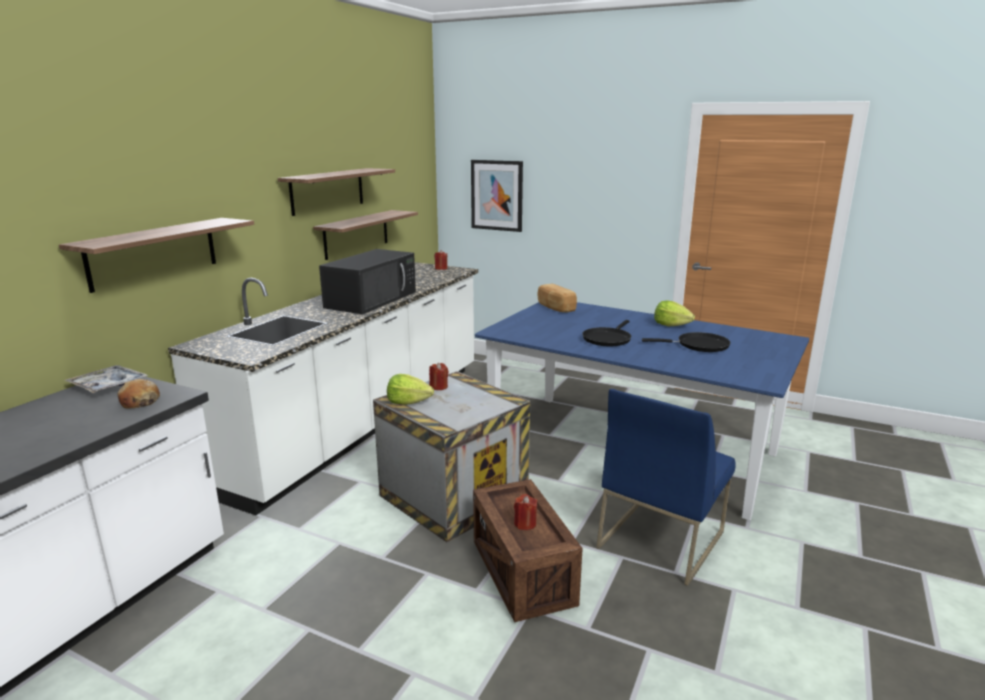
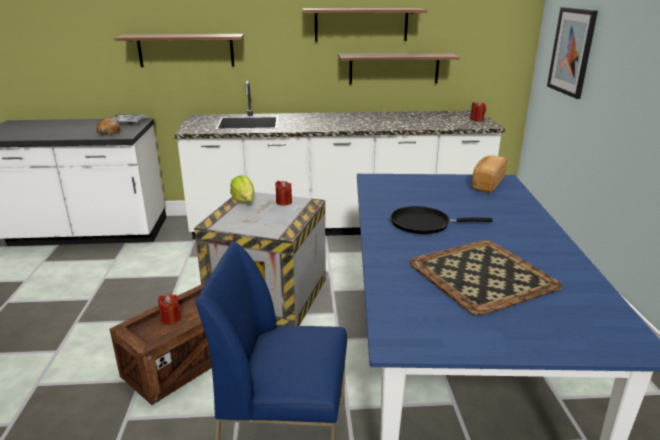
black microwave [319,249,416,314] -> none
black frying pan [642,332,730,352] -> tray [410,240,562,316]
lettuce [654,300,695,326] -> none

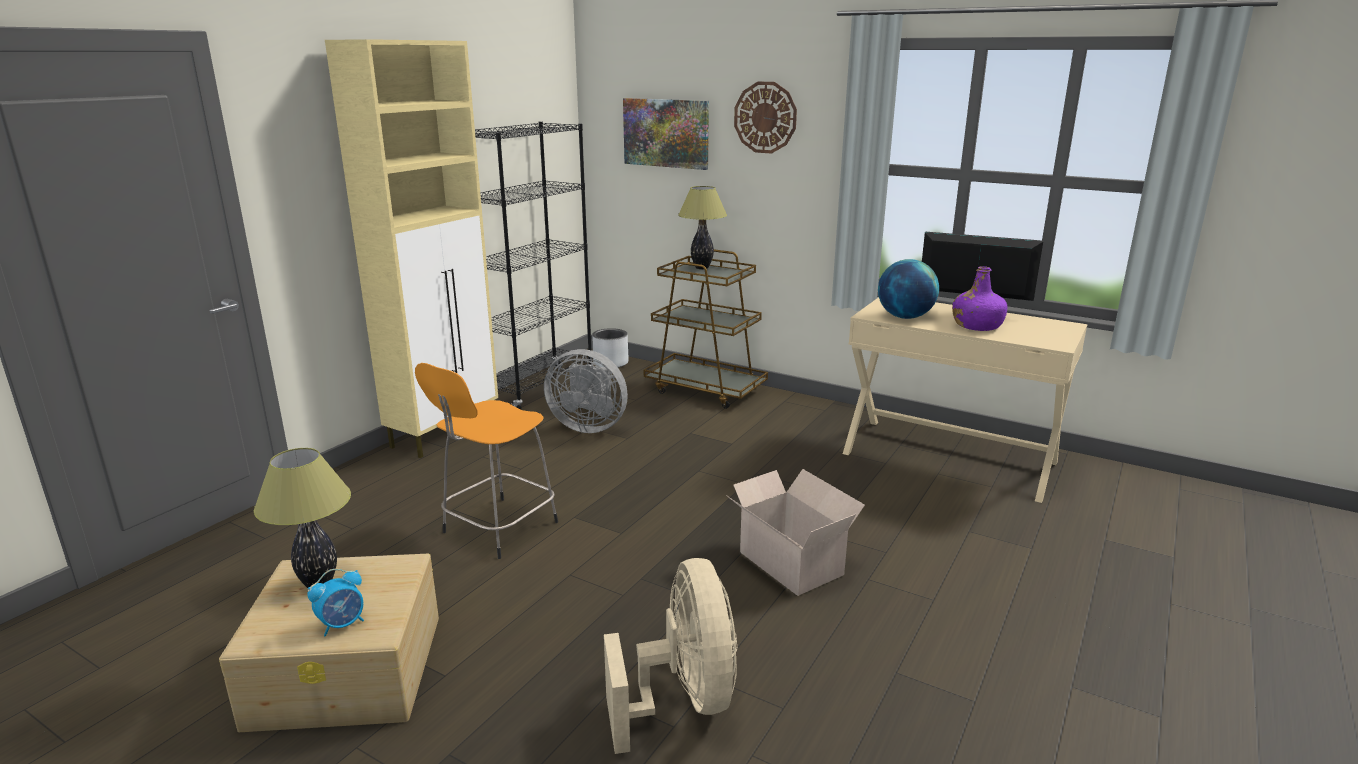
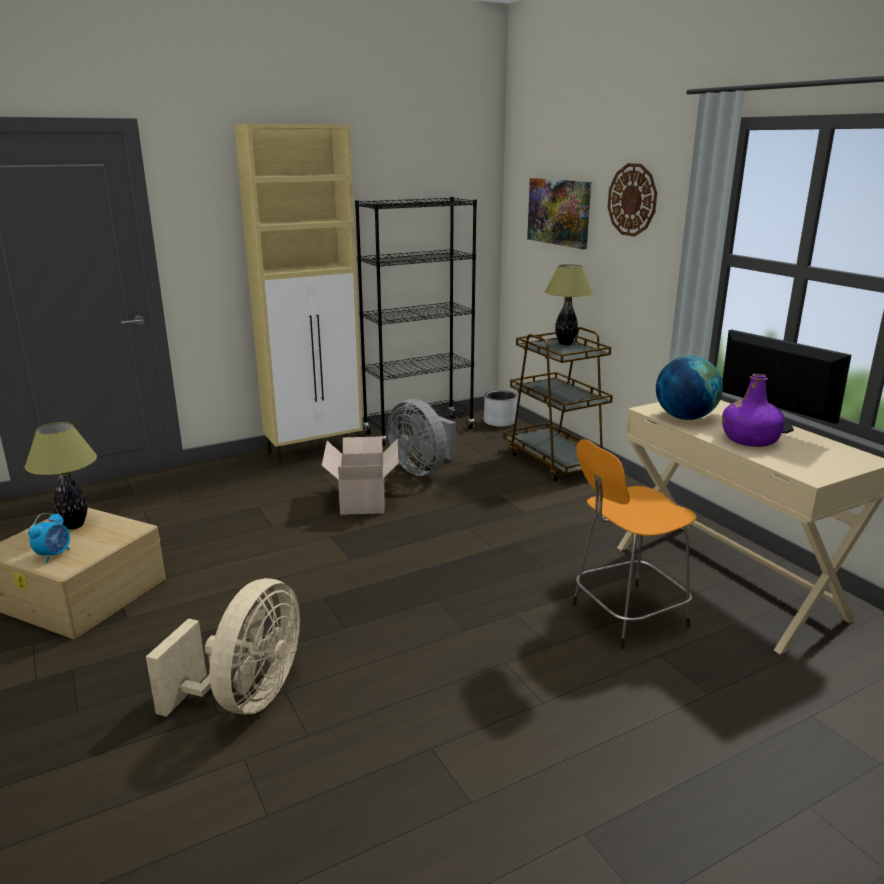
alarm clock [308,569,364,637] -> alarm clock [28,513,70,563], 60 degrees counterclockwise
orange stool [415,363,558,559] -> orange stool [572,439,697,649], move
cardboard box [726,469,865,596] -> cardboard box [322,436,398,515], move

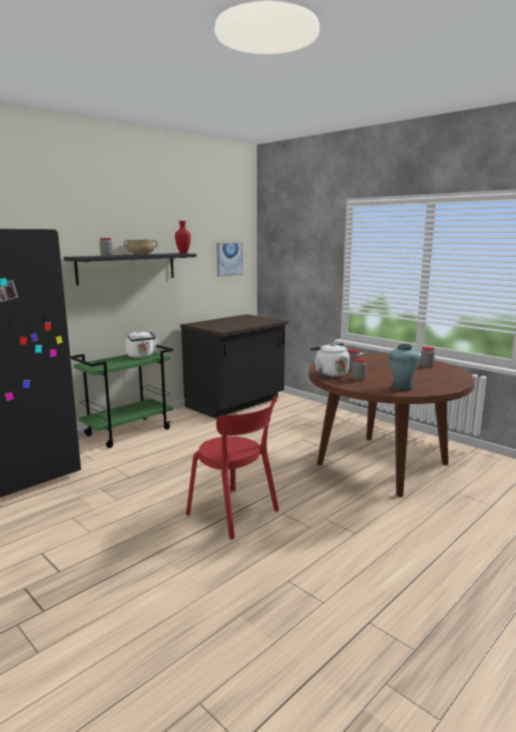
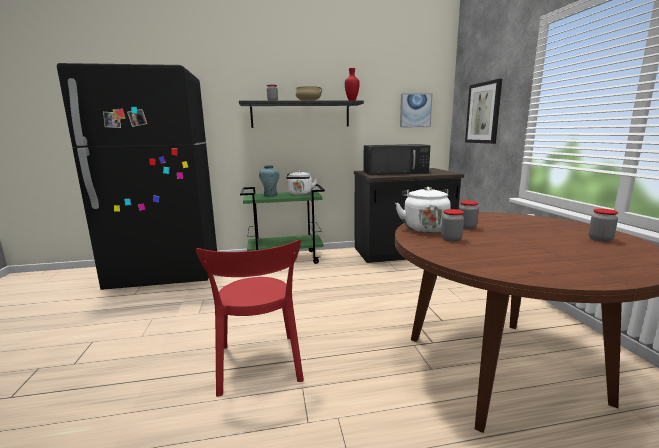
turquoise vase [389,344,420,391] -> turquoise vase [259,165,279,197], move
none -> black microwave [363,144,431,175]
none -> picture [465,79,502,144]

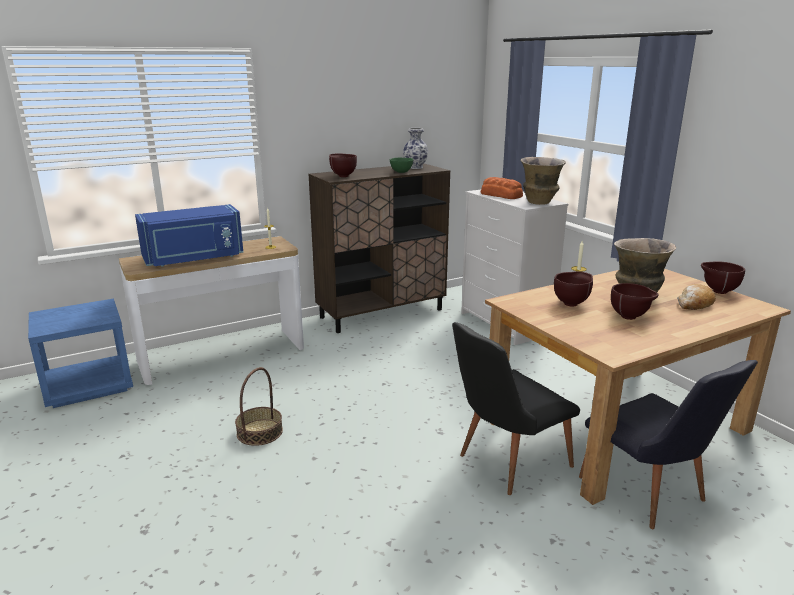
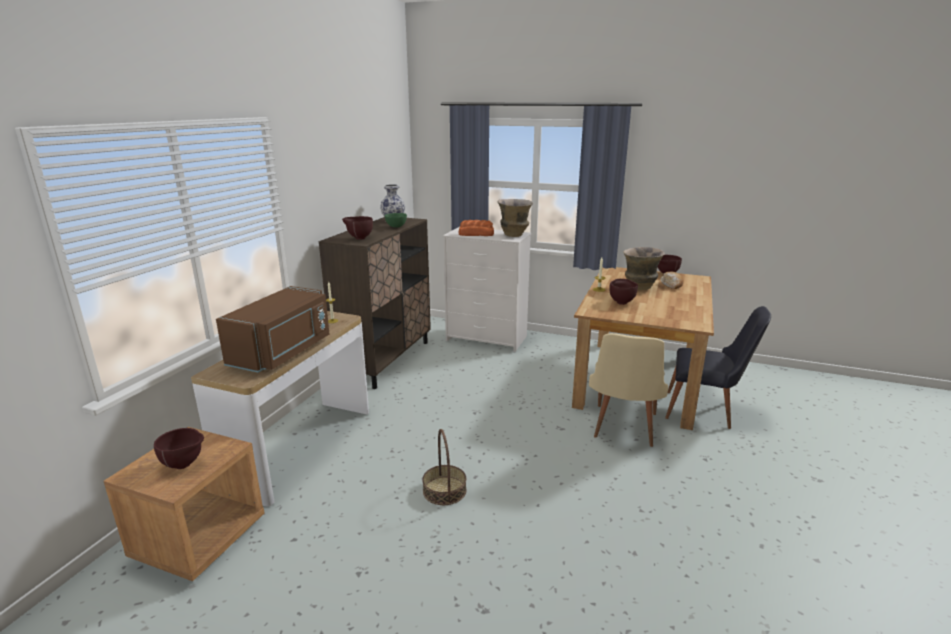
blue nightstand [28,298,133,408] -> brown nightstand [104,427,264,581]
blue microwave [135,204,243,267] -> brown microwave [216,286,330,373]
black chair [452,322,580,495] -> beige chair [589,333,668,447]
brown bowl [611,283,658,320] -> brown bowl [154,428,204,469], move

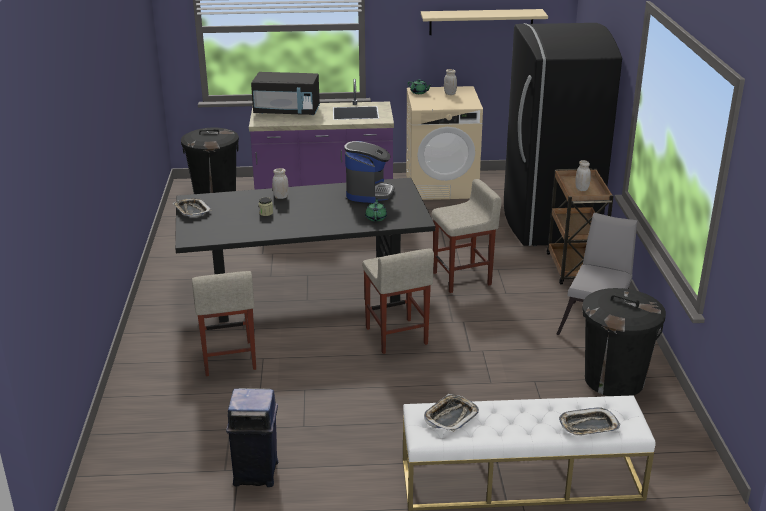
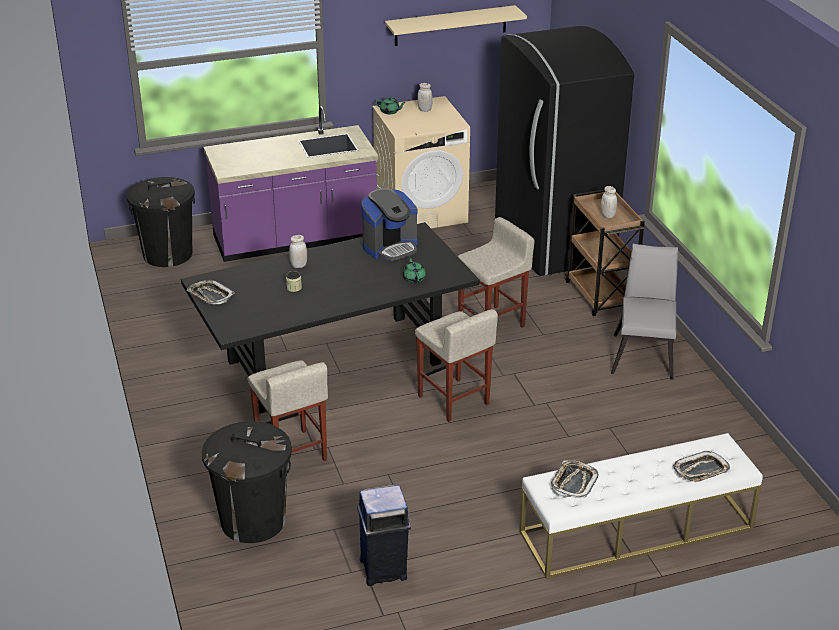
black microwave [251,72,320,115] -> none
coffee machine [344,141,394,203] -> coffee machine [361,188,418,261], 60 degrees clockwise
black trash can [582,288,666,396] -> black trash can [202,421,292,543], move

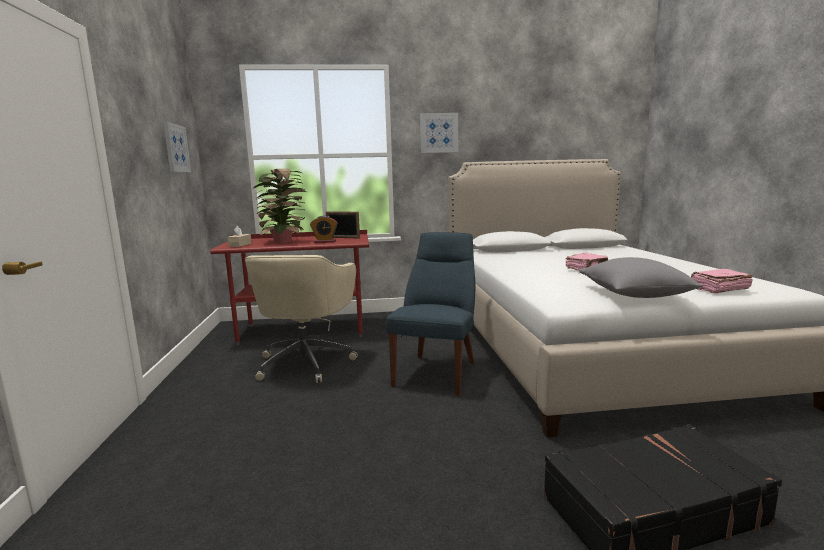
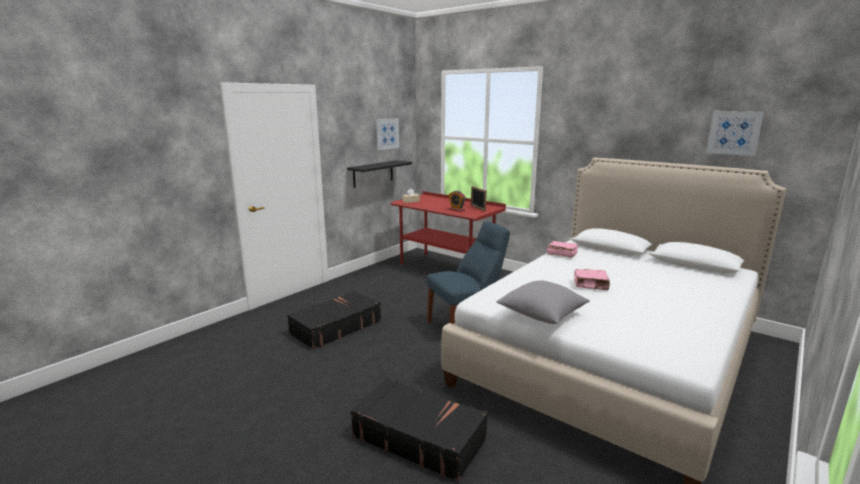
beige office chair [245,255,358,383] -> none
potted plant [254,169,307,243] -> none
picture [420,113,458,153] -> picture [706,111,764,156], move
pink book [691,269,753,294] -> pink book [547,241,578,257], move
none -> black suitcase [287,291,381,349]
none -> black shelf [347,160,412,188]

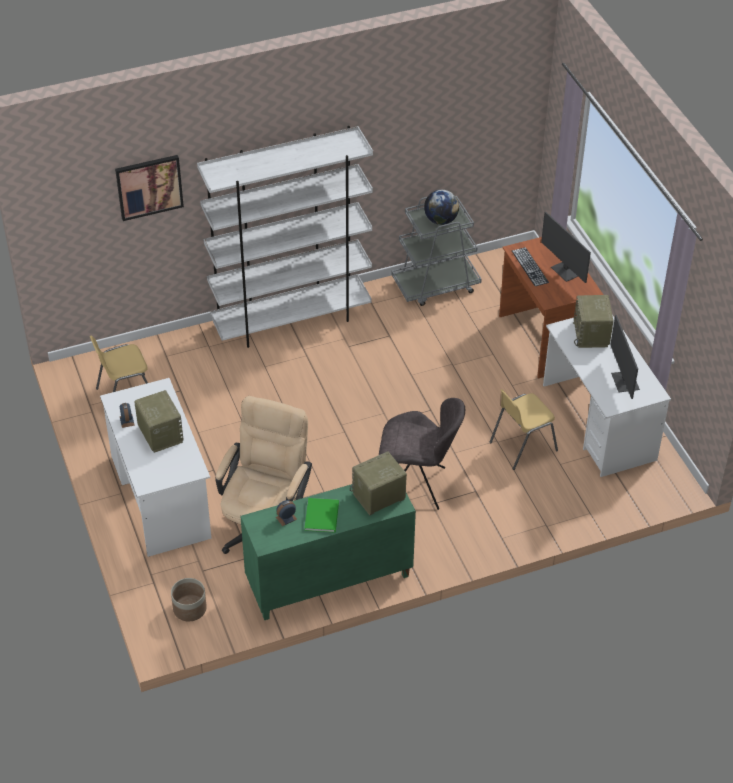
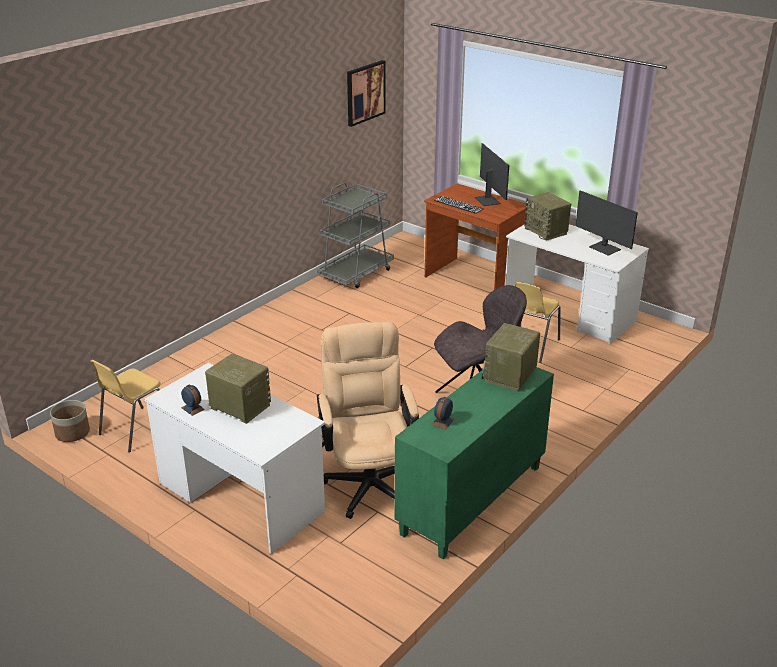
picture [115,155,184,221] -> picture [347,60,386,127], move
planter [171,578,207,621] -> planter [50,400,90,442], move
white bookcase [197,126,373,348] -> none
green book [305,498,339,533] -> none
globe [424,190,459,225] -> none
monitor [541,212,591,283] -> monitor [475,143,509,206], 135 degrees counterclockwise

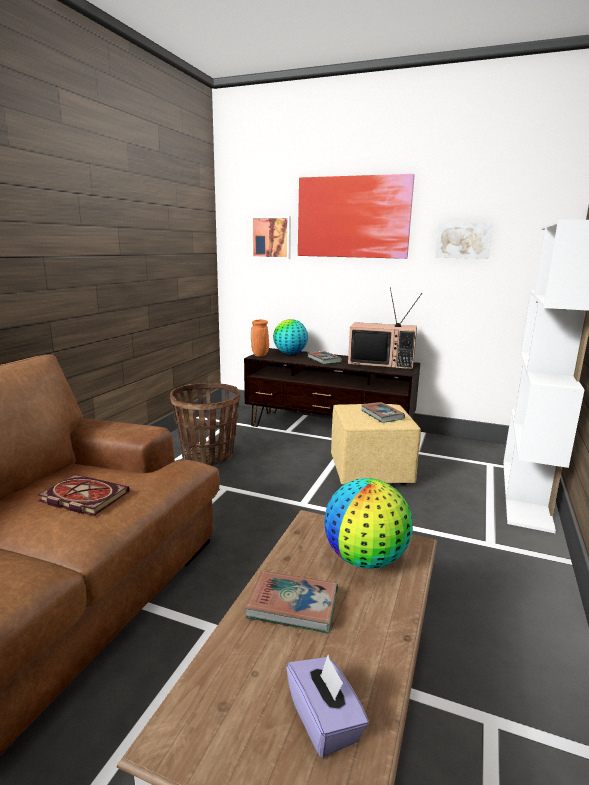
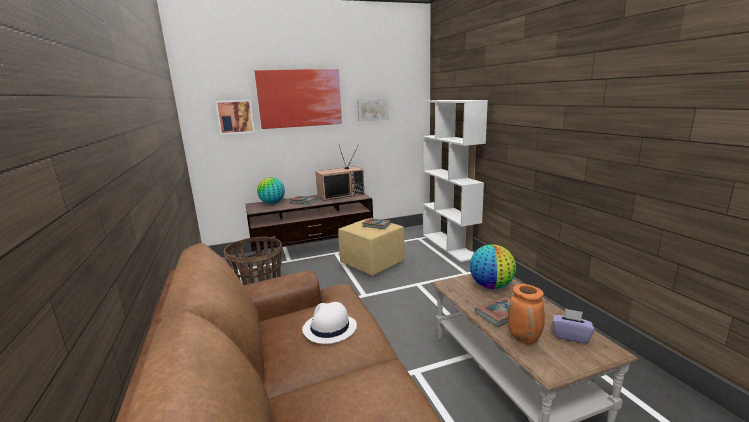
book [38,474,130,516] -> white hat [302,302,357,344]
orange vase [251,320,269,357] -> orange vase [508,284,545,344], move

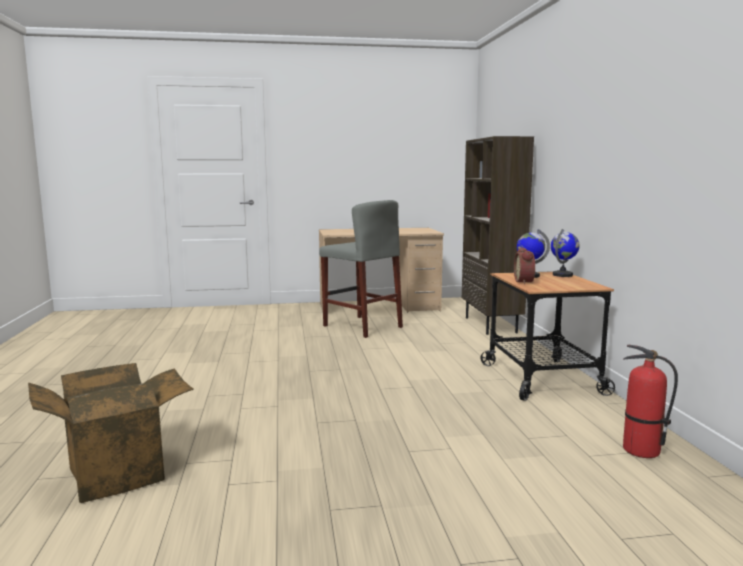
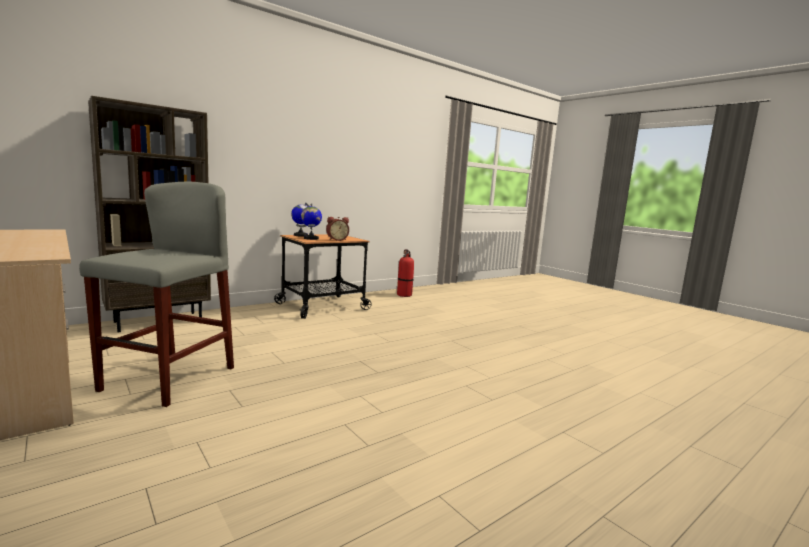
cardboard box [28,363,194,503] -> none

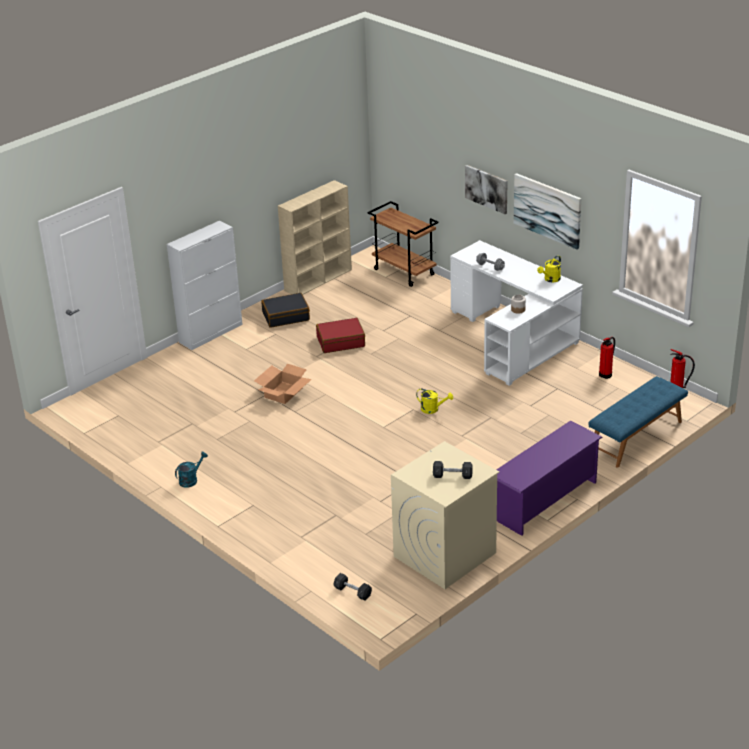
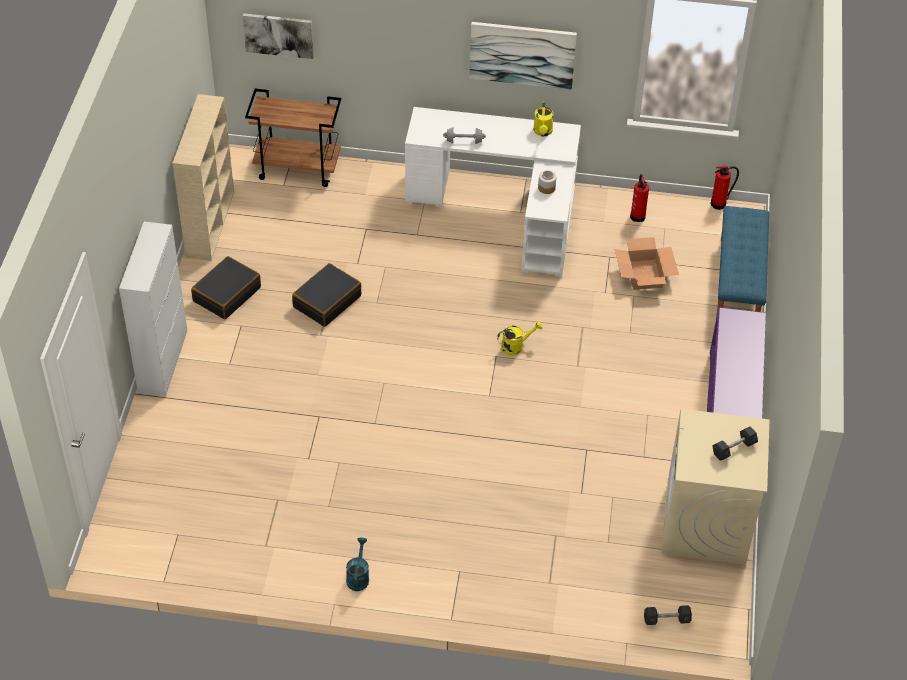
cardboard box [254,364,312,404] -> cardboard box [614,237,679,290], move
red suitcase [316,318,365,353] -> black suitcase [292,263,361,327]
picture [465,165,508,214] -> picture [243,13,314,59], move

